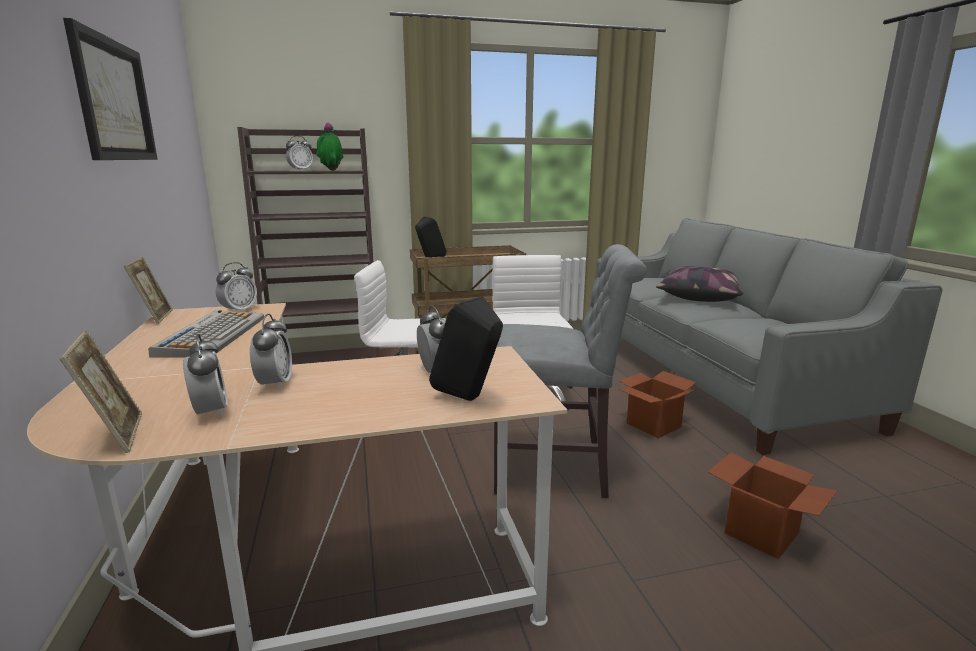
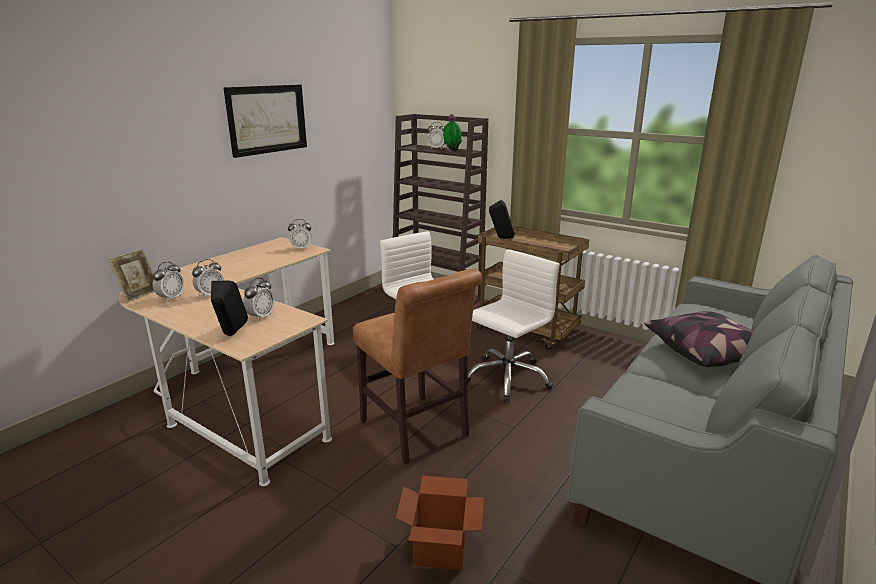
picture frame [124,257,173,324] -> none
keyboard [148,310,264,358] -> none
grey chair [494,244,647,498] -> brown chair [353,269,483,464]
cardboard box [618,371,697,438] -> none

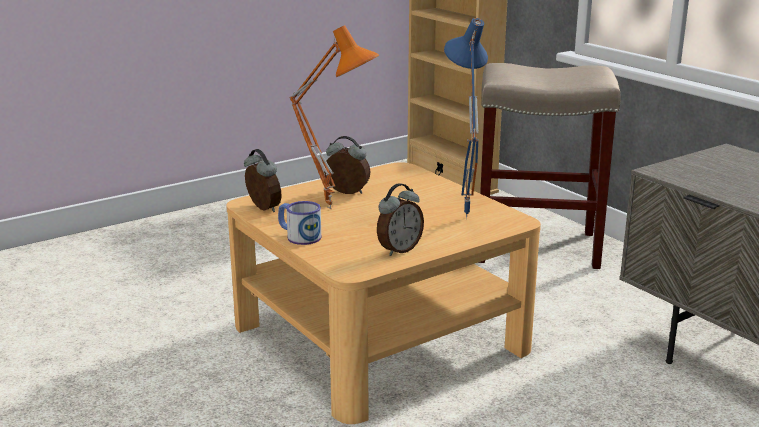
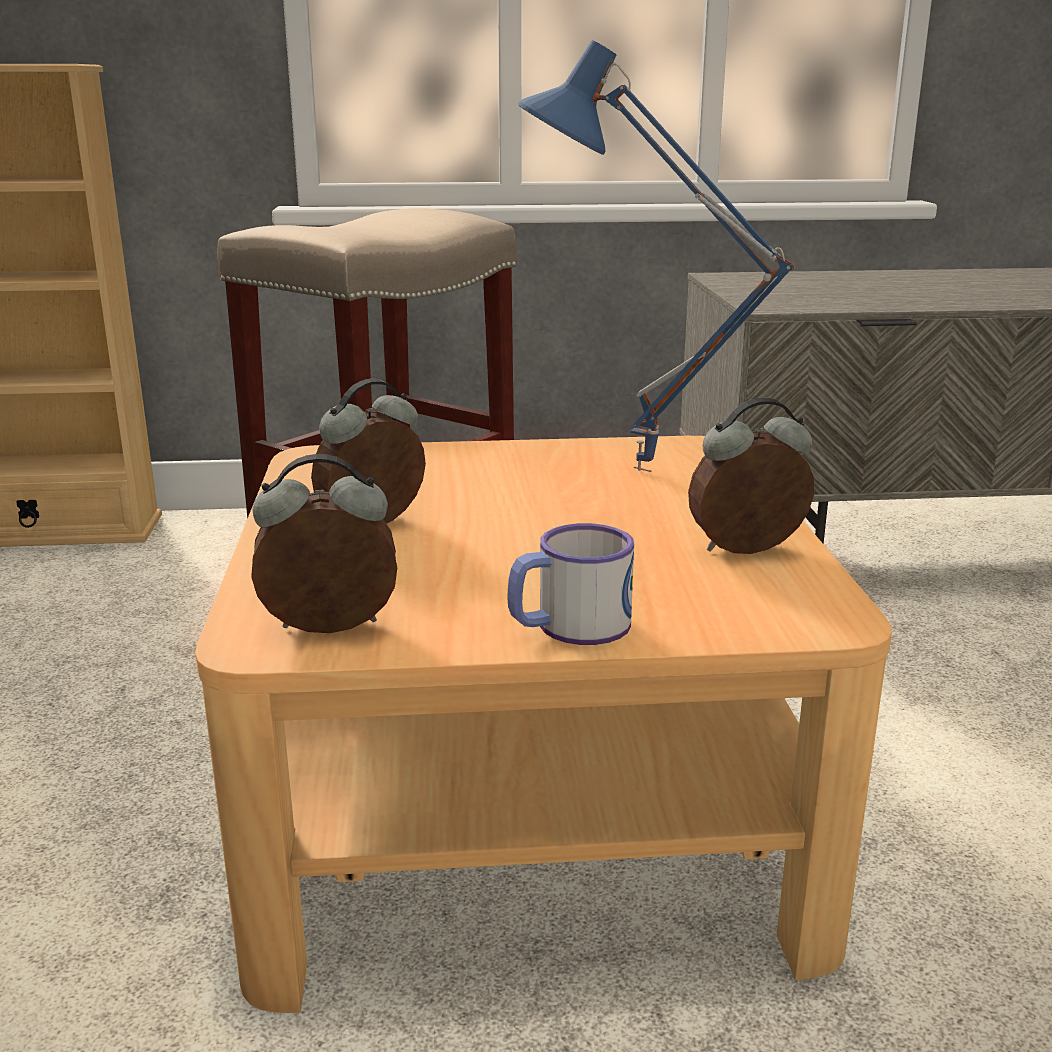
orange table lamp [290,25,379,209] -> none
alarm clock [377,183,424,256] -> alarm clock [688,397,814,554], 90 degrees counterclockwise

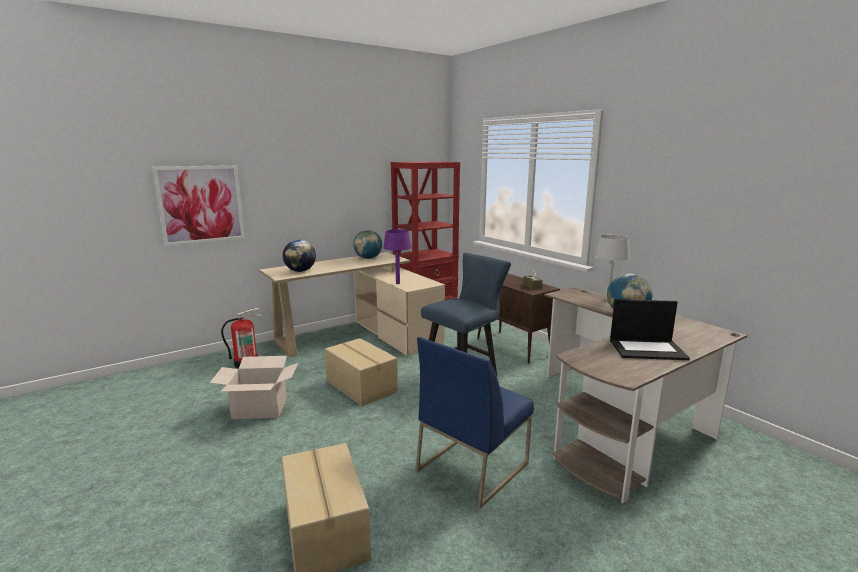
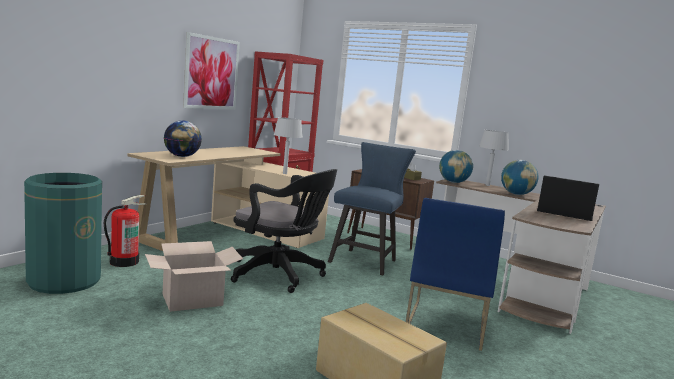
picture [152,165,245,247] -> picture [183,32,240,110], move
cardboard box [325,338,398,406] -> black office chair [231,169,337,293]
globe [353,230,382,259] -> globe [439,150,473,183], move
purple table lamp [383,229,411,284] -> grey table lamp [274,117,303,174]
laptop [610,299,690,360] -> laptop [537,175,599,221], 135 degrees counterclockwise
none -> green trash can [24,173,102,294]

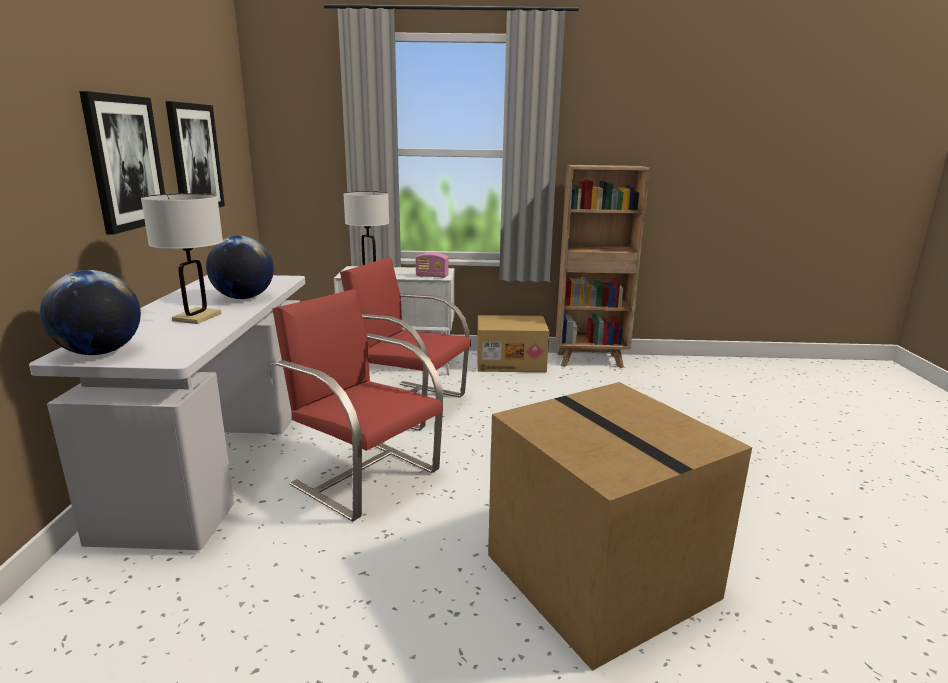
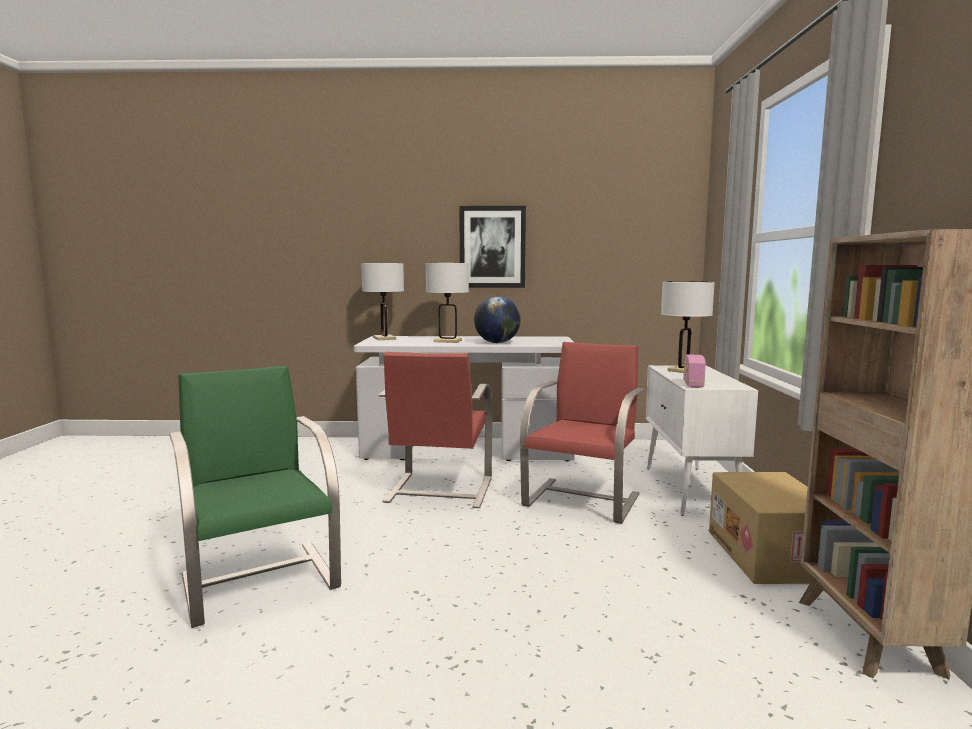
globe [40,270,141,355] -> white table lamp [361,263,404,340]
picture [165,101,225,207] -> none
red chair [272,289,443,522] -> red chair [379,352,492,508], 150 degrees clockwise
cardboard box [488,382,752,671] -> green chair [169,366,341,628]

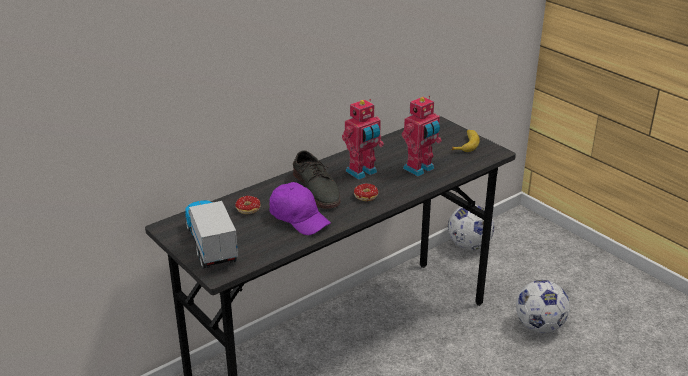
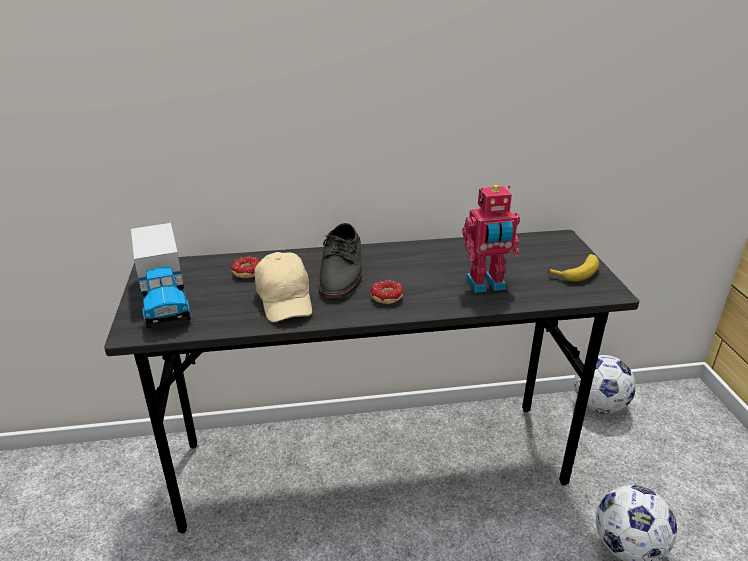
toy truck [185,200,238,269] -> toy truck [131,223,191,328], 150 degrees clockwise
purple cap [269,182,331,235] -> beige cap [254,252,312,322]
toy robot [342,99,384,180] -> none

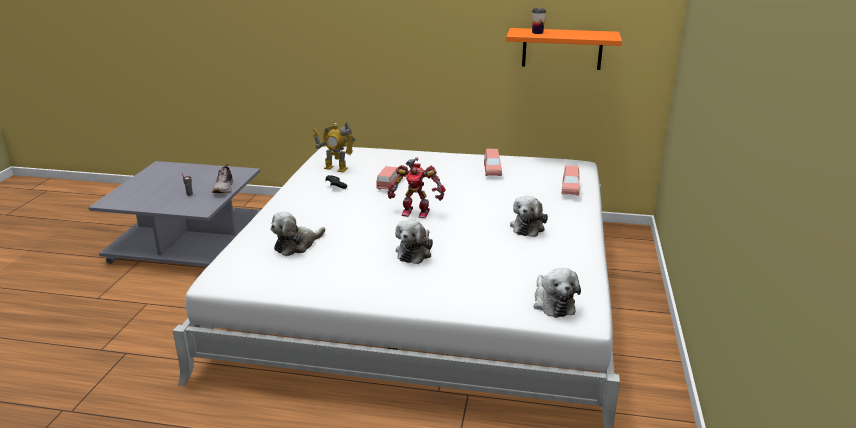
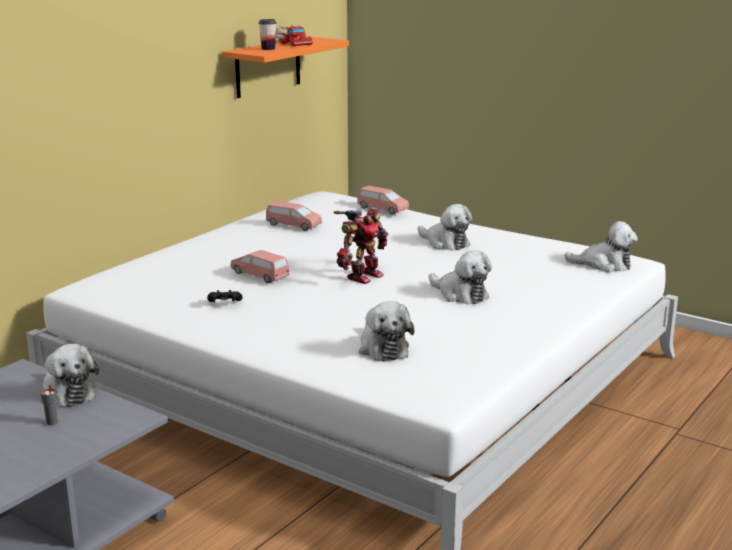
shoe [212,164,234,193] -> plush toy [43,344,99,407]
toy robot [313,122,356,172] -> none
none -> toy truck [276,24,313,46]

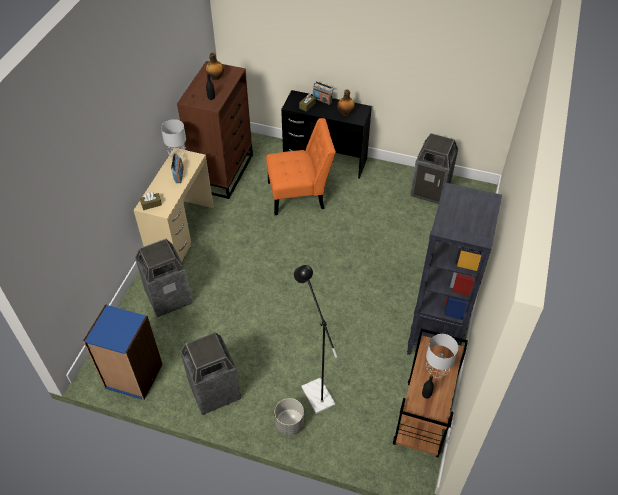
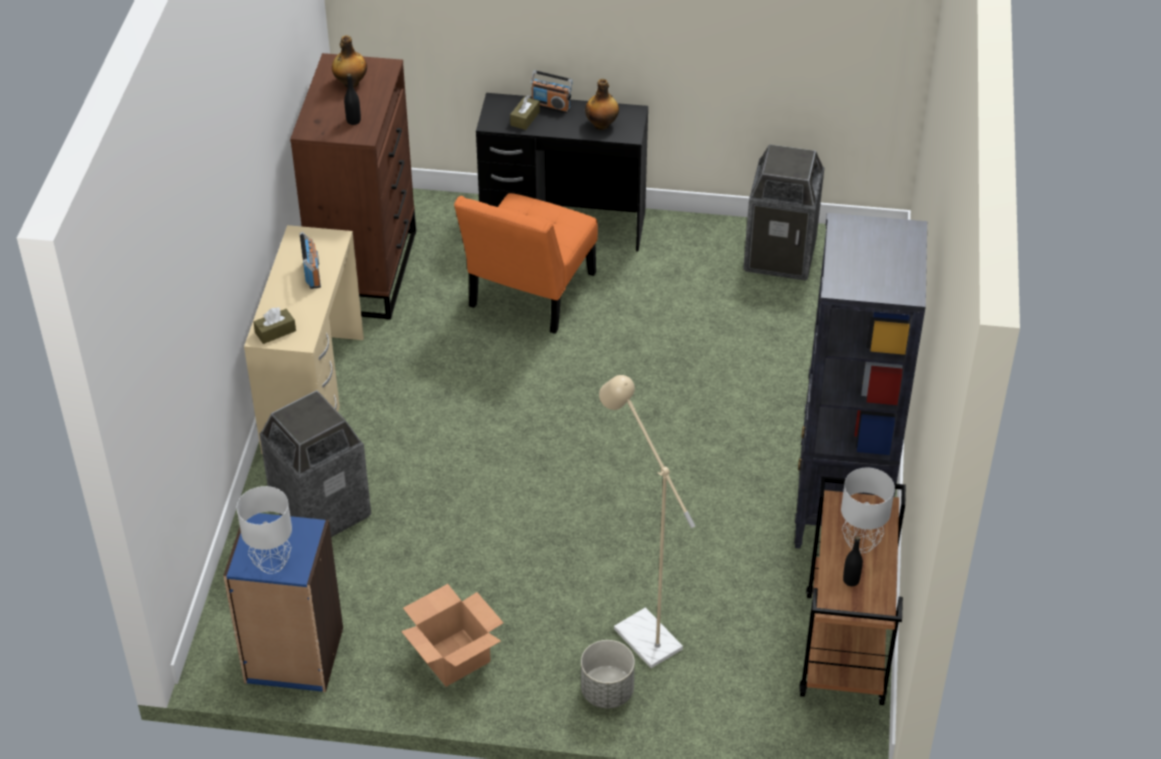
grey table lamp [161,119,186,158] -> grey table lamp [237,486,292,574], move
trash can [180,332,241,415] -> cardboard box [401,584,504,687]
orange chair [266,118,336,215] -> orange chair [454,193,598,334], 135 degrees clockwise
black floor lamp [294,265,338,414] -> beige floor lamp [599,375,695,668]

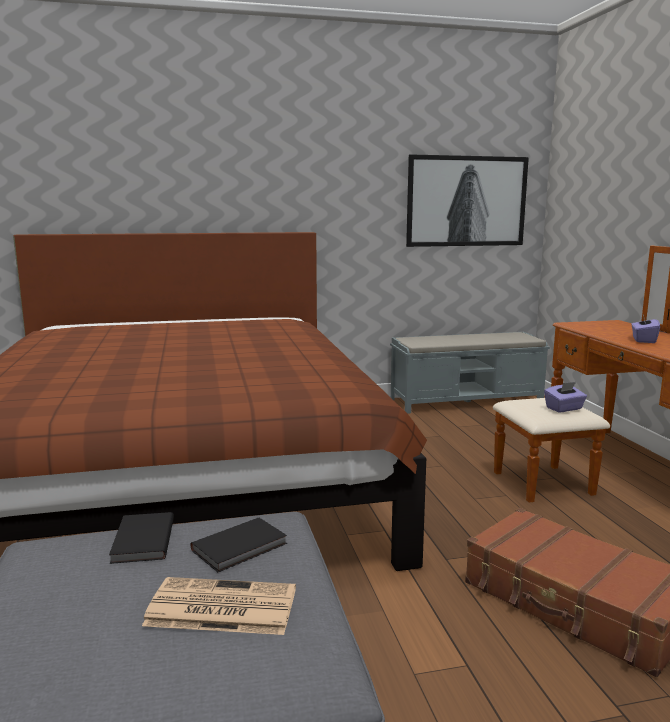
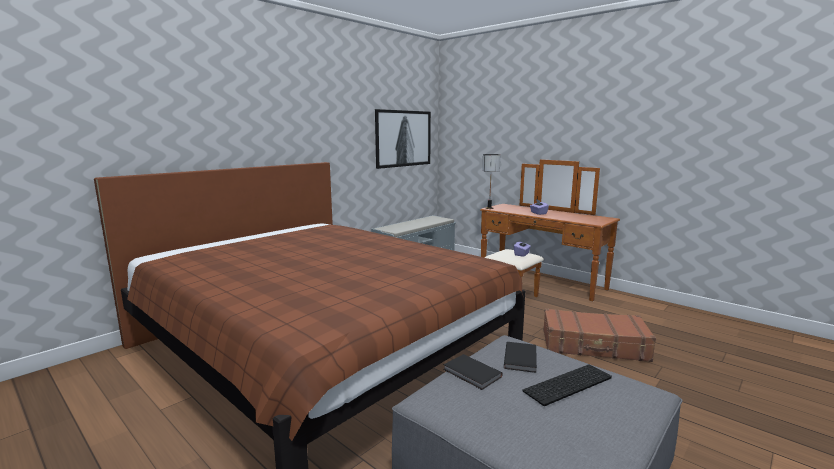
newspaper [142,577,296,635] -> keyboard [522,365,612,406]
none -> table lamp [482,154,500,209]

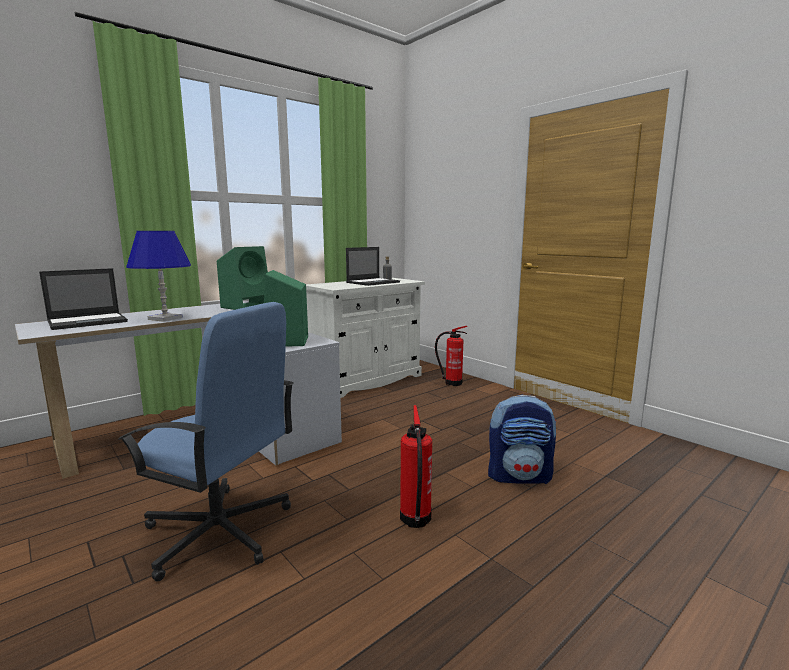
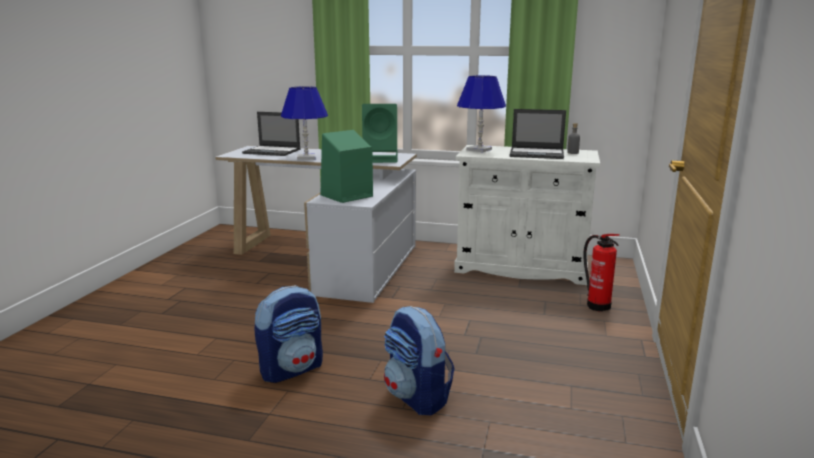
blue office chair [118,302,294,582] -> none
fire extinguisher [400,405,432,528] -> backpack [254,285,323,383]
none -> blue table lamp [457,75,506,152]

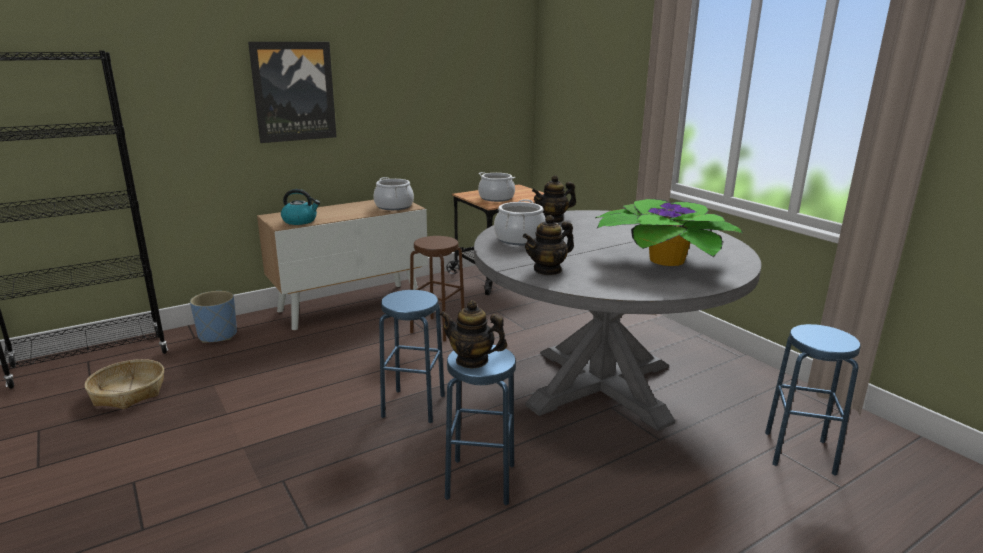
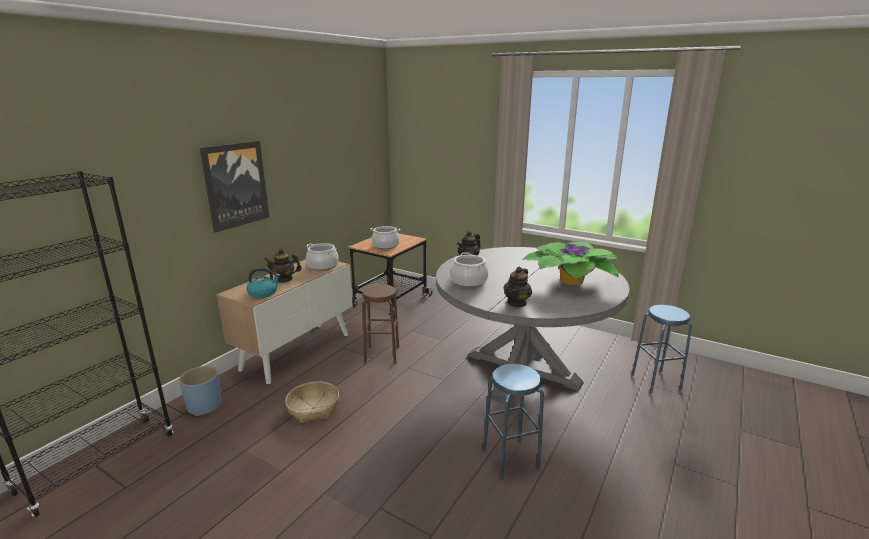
basket [85,359,164,409] -> basket [285,381,339,423], move
blue stool [379,290,445,423] -> none
teapot [440,300,507,368] -> teapot [265,249,302,282], move

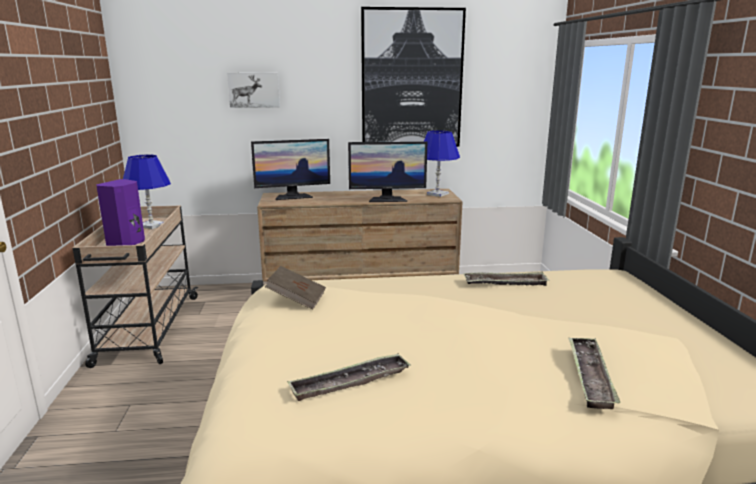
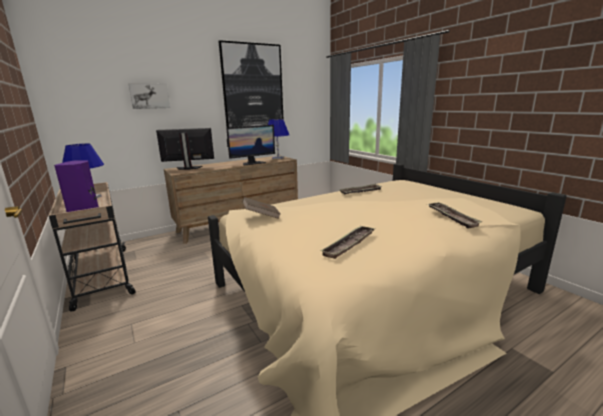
monitor [251,139,330,200] -> monitor [156,128,214,170], 150 degrees counterclockwise

